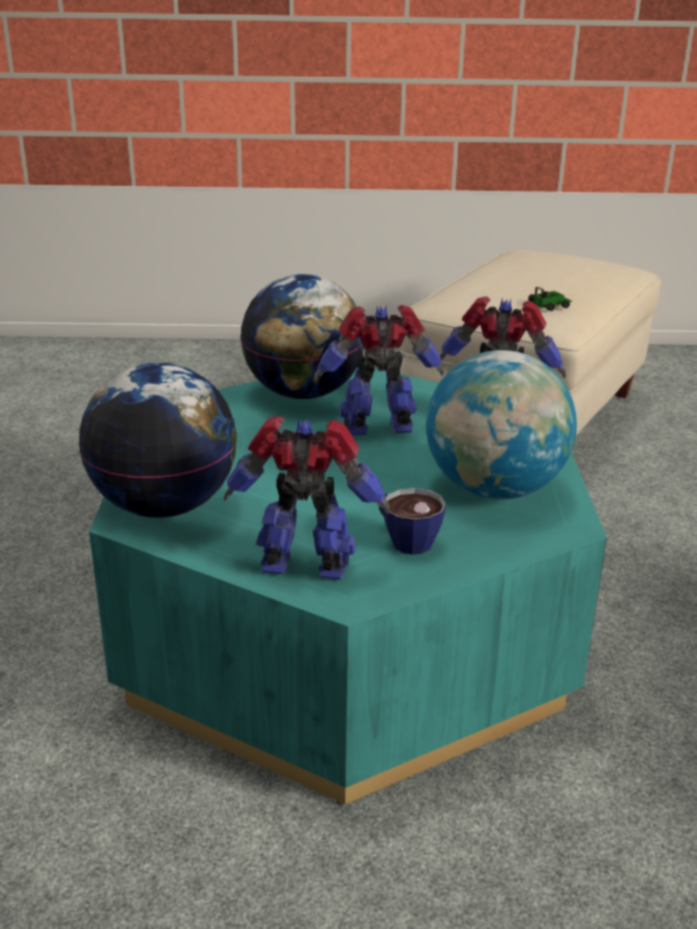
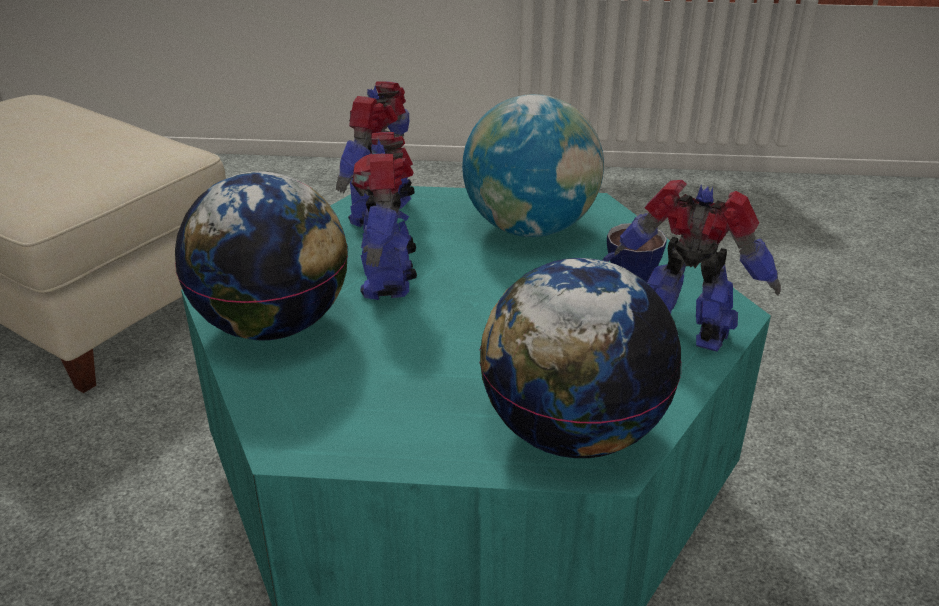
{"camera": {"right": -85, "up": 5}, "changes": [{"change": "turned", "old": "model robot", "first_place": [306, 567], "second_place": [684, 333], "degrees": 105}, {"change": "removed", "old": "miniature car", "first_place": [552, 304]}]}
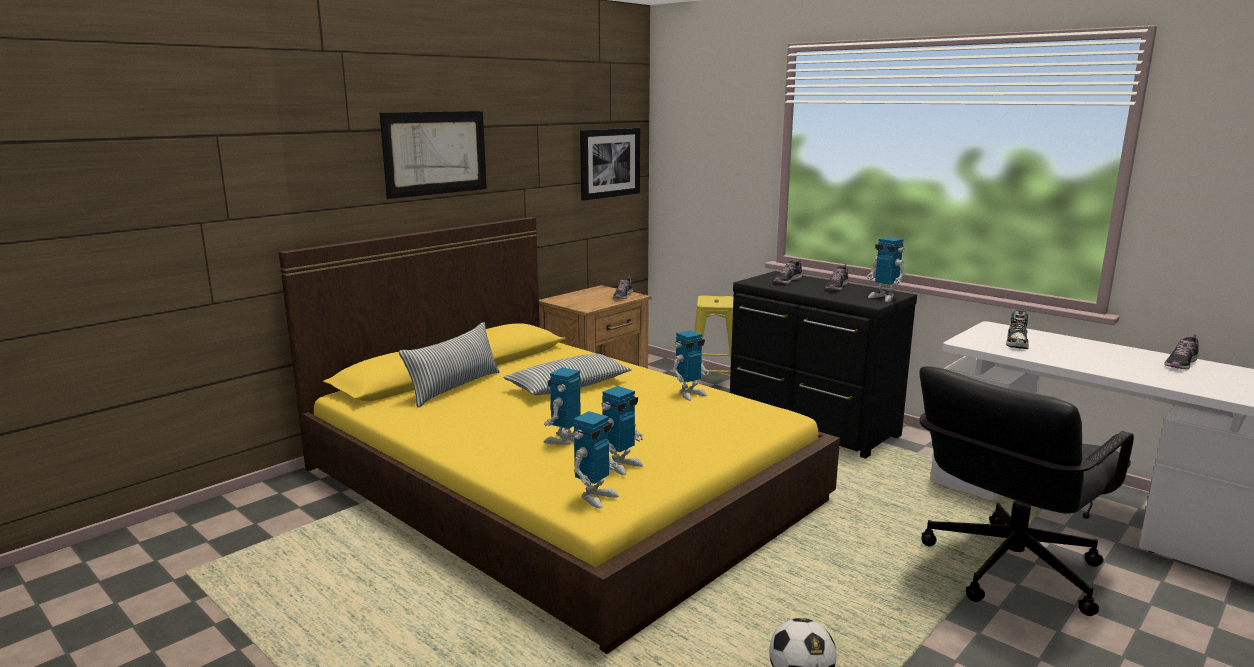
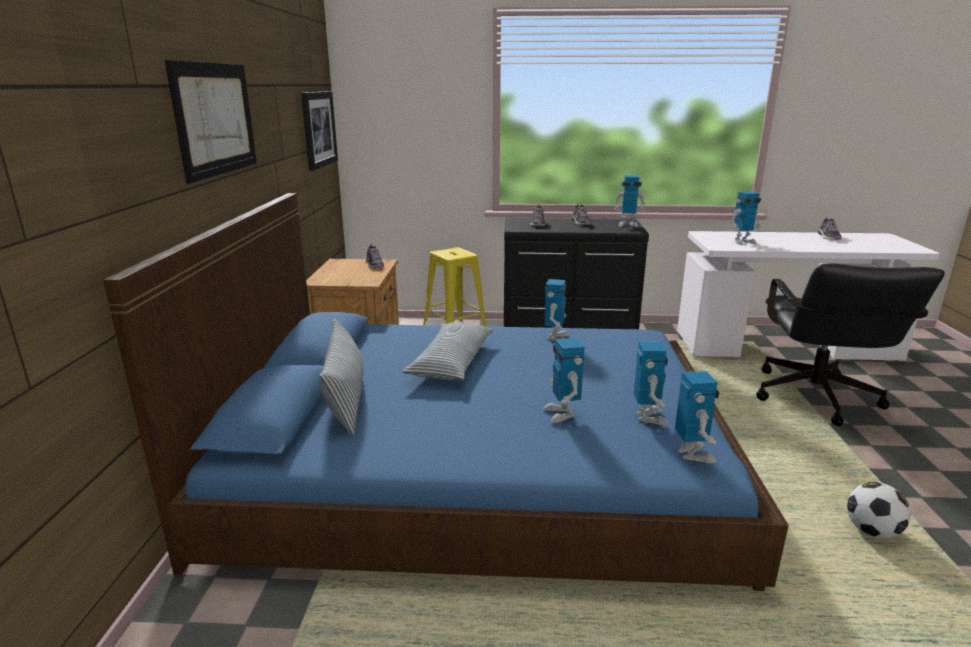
{"camera": {"right": -40, "up": 5}, "changes": [{"change": "recoloured", "old": "sleeping bed/yellow-coloured", "new": "sleeping bed/blue", "first_place": [559, 483], "second_place": [477, 461]}, {"change": "replaced", "old": "shoe", "new": "model robot", "first_place": [1017, 344], "second_place": [742, 242]}]}
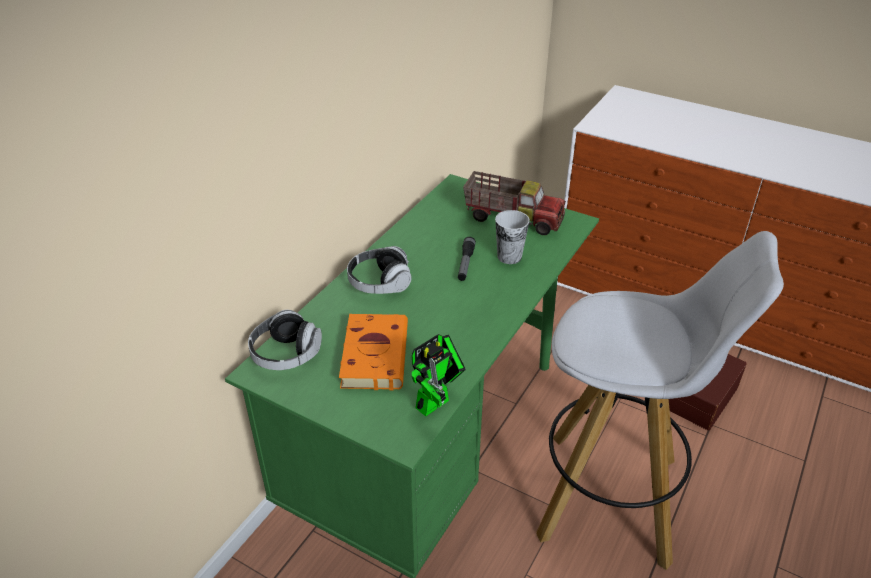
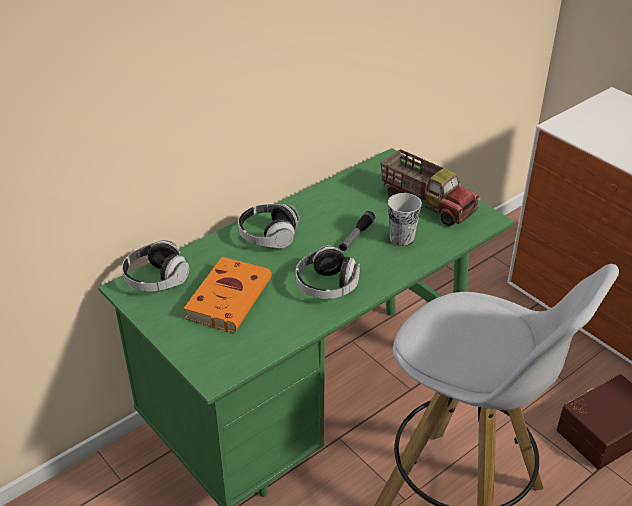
{"camera": {"right": 20, "up": 0}, "changes": [{"change": "removed", "old": "model robot", "first_place": [436, 401]}, {"change": "added", "new": "headset", "second_place": [327, 286]}]}
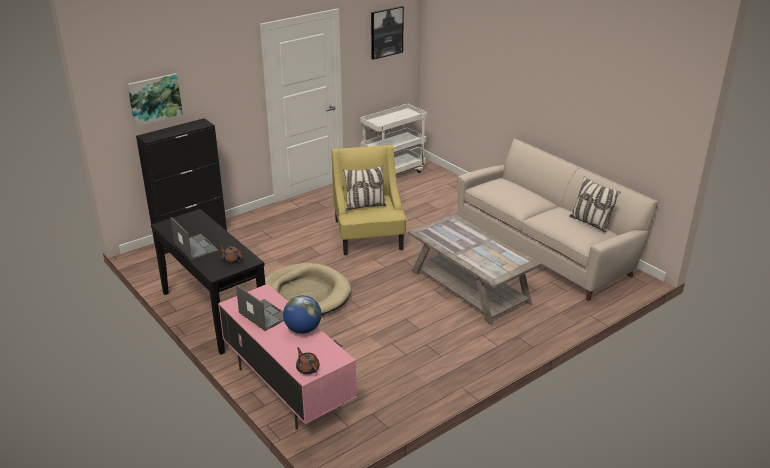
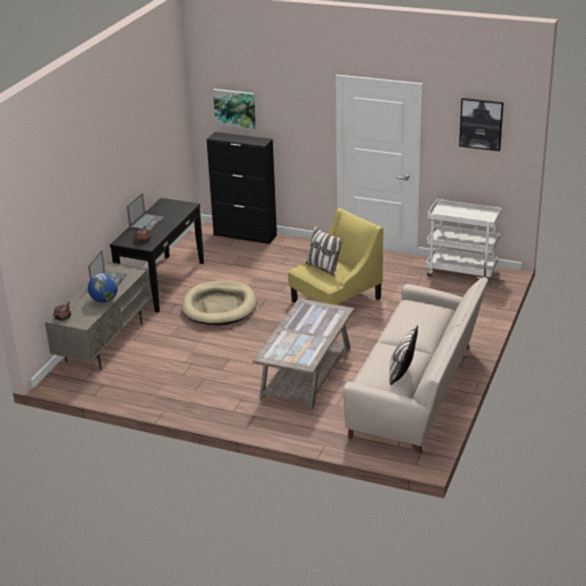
{"camera": {"right": 60, "up": 0}, "changes": [{"change": "recoloured", "old": "tv stand/pink-coloured", "new": "tv stand/grey", "first_place": [287, 387], "second_place": [104, 342]}]}
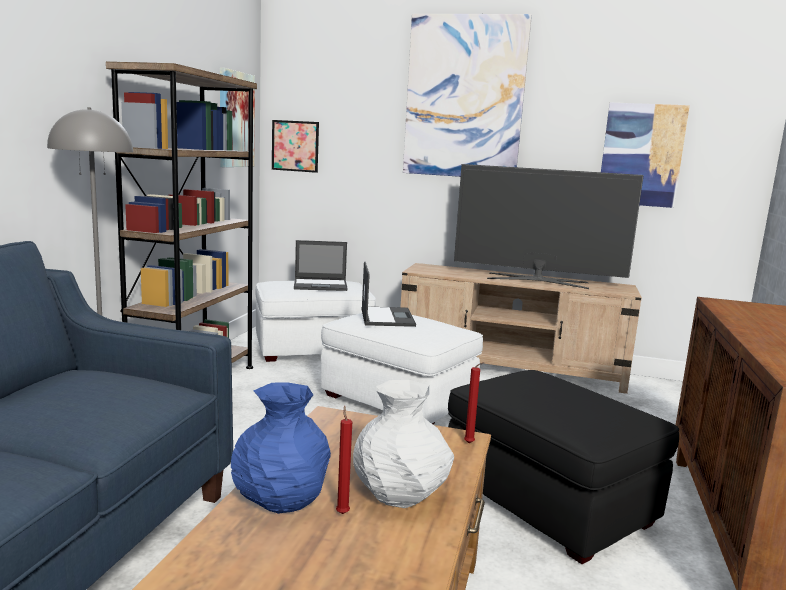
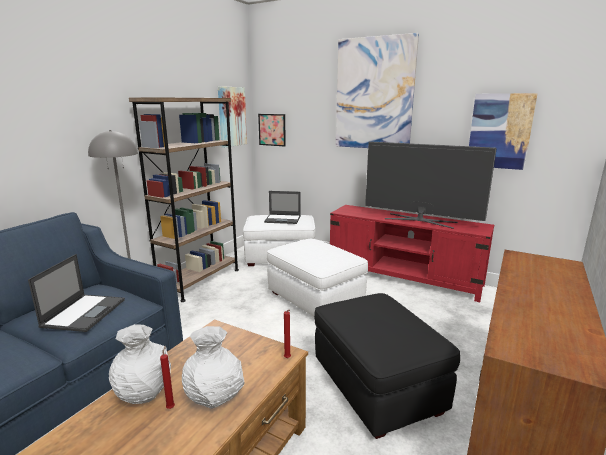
{"camera": {"right": 15, "up": 5}, "changes": [{"change": "recoloured", "old": "vase/blue", "new": "vase/white-coloured", "first_place": [279, 499], "second_place": [143, 392]}, {"change": "moved", "old": "laptop", "first_place": [386, 317], "second_place": [84, 312]}, {"change": "recoloured", "old": "tv stand/beige", "new": "tv stand/reddish", "first_place": [510, 367], "second_place": [403, 277]}]}
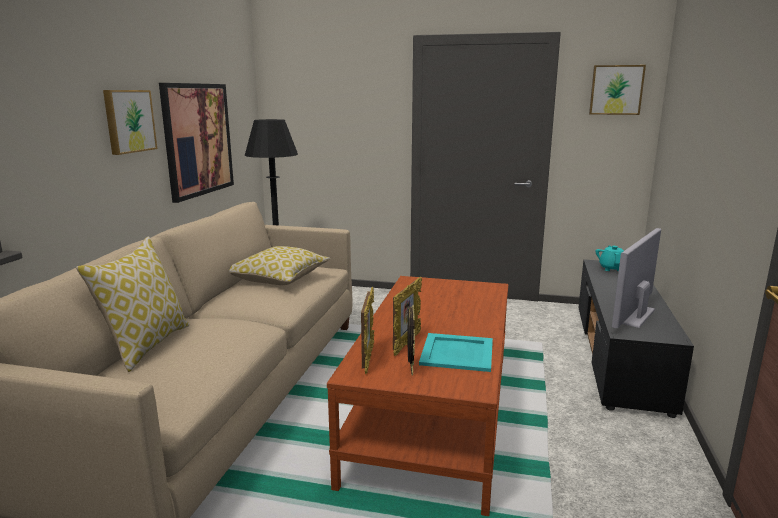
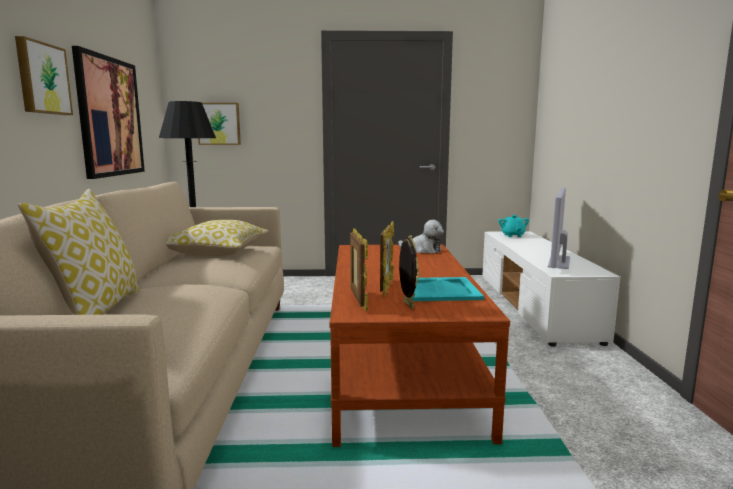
{"camera": {"right": -15, "up": -5}, "changes": [{"change": "recoloured", "old": "tv stand/black-coloured", "new": "tv stand/white-coloured", "first_place": [620, 355], "second_place": [536, 307]}, {"change": "moved", "old": "wall art", "first_place": [616, 90], "second_place": [219, 124]}, {"change": "added", "new": "plush toy", "second_place": [423, 250]}]}
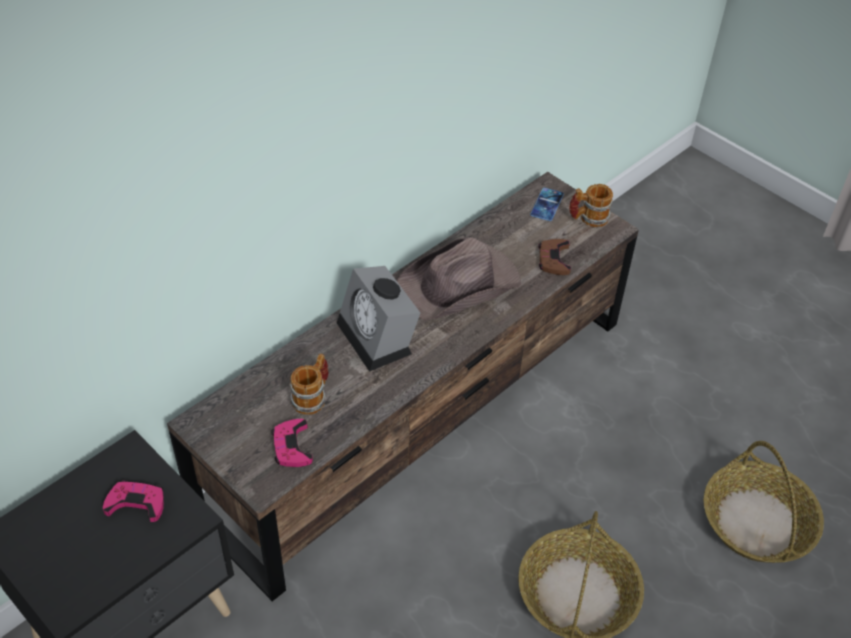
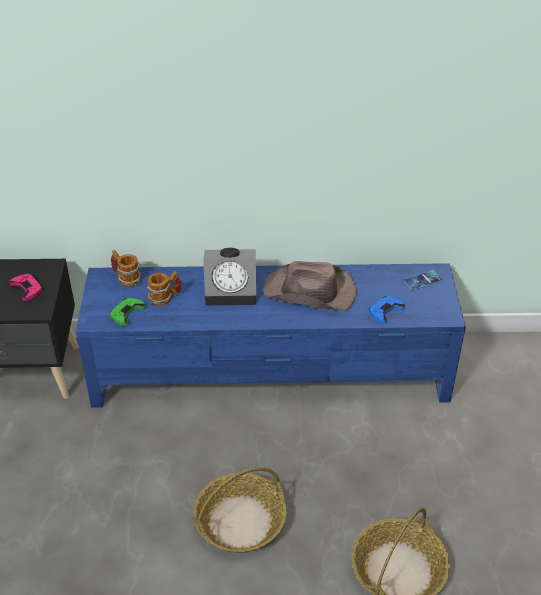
{"camera": {"right": 45, "up": -5}, "changes": [{"change": "recoloured", "old": "tv stand/brown", "new": "tv stand/blue", "first_place": [422, 411], "second_place": [272, 372]}, {"change": "recoloured", "old": "gamepad/pink-coloured", "new": "gamepad/greenish", "first_place": [291, 446], "second_place": [126, 313]}, {"change": "turned", "old": "bedside clock", "first_place": [379, 338], "second_place": [233, 291], "degrees": -105}, {"change": "recoloured", "old": "gamepad/brown", "new": "gamepad/blue", "first_place": [553, 260], "second_place": [385, 311]}, {"change": "moved", "old": "coffee mug", "first_place": [588, 218], "second_place": [126, 278]}]}
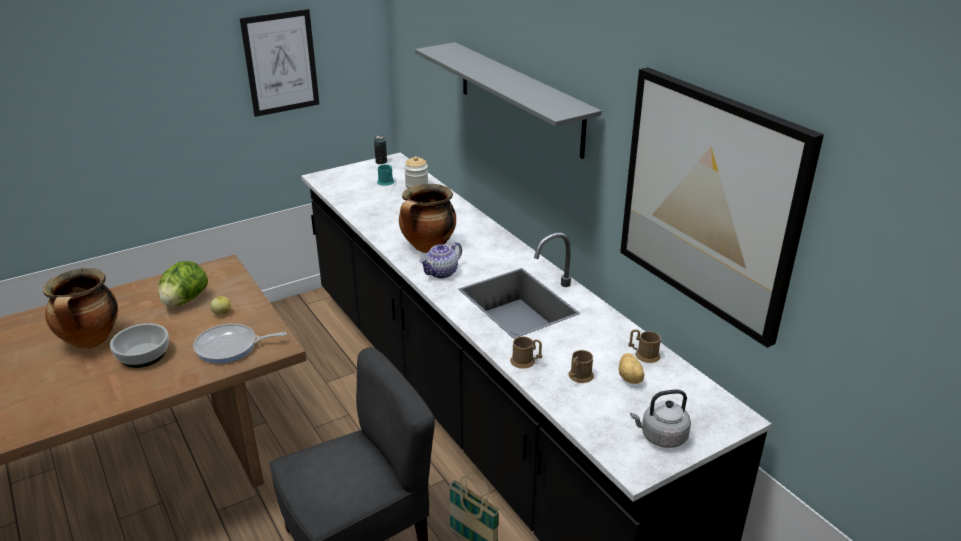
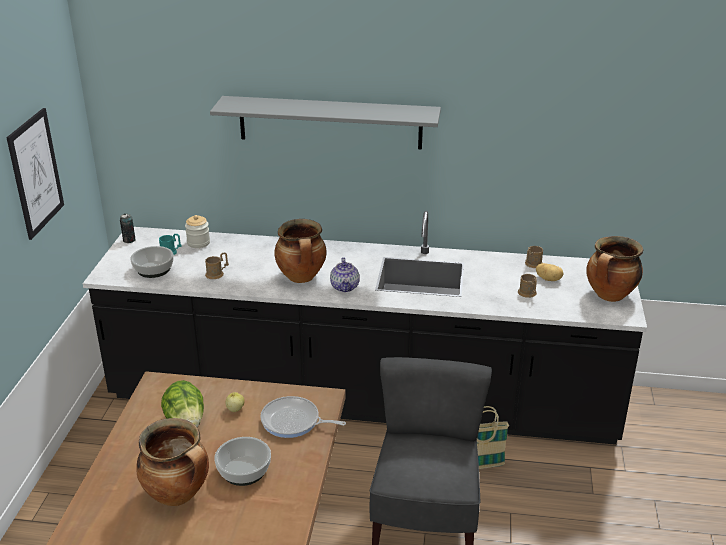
{"camera": {"right": -50, "up": 0}, "changes": [{"change": "turned", "old": "skillet", "first_place": [230, 347], "second_place": [293, 422], "degrees": 75}, {"change": "moved", "old": "coffee mug/brown", "first_place": [526, 362], "second_place": [217, 274]}, {"change": "removed", "old": "wall art", "first_place": [709, 201]}, {"change": "replaced", "old": "tea kettle/grey", "new": "saucepot", "first_place": [661, 437], "second_place": [610, 296]}, {"change": "added", "new": "serving bowl", "second_place": [154, 269]}]}
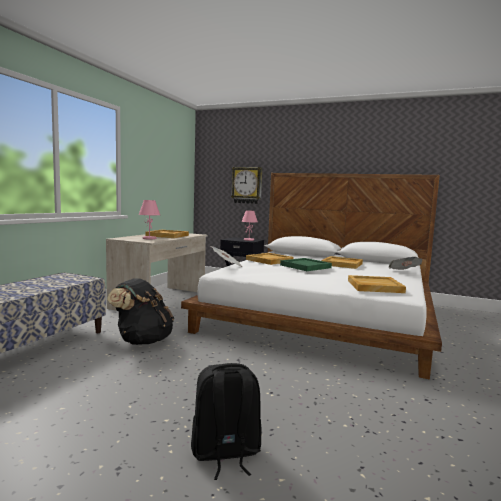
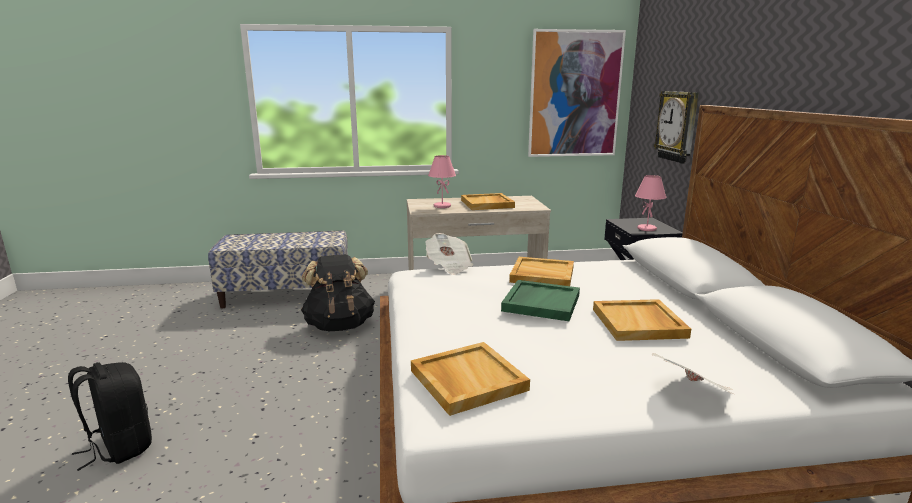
{"camera": {"right": 60, "up": 10}, "changes": [{"change": "added", "new": "wall art", "second_place": [574, 94]}]}
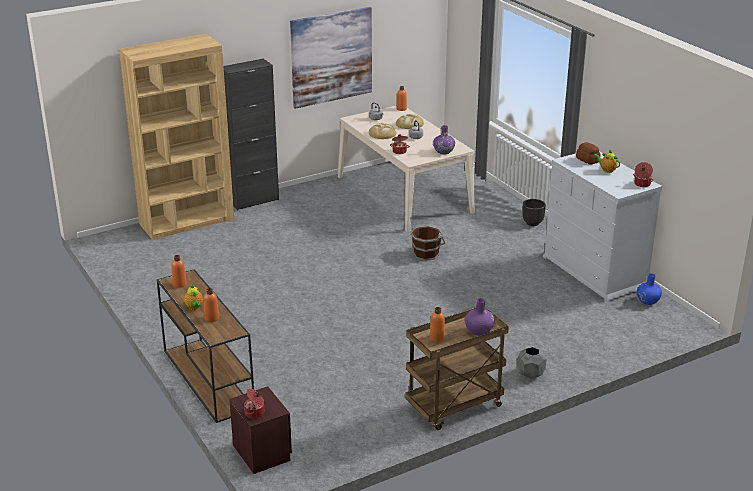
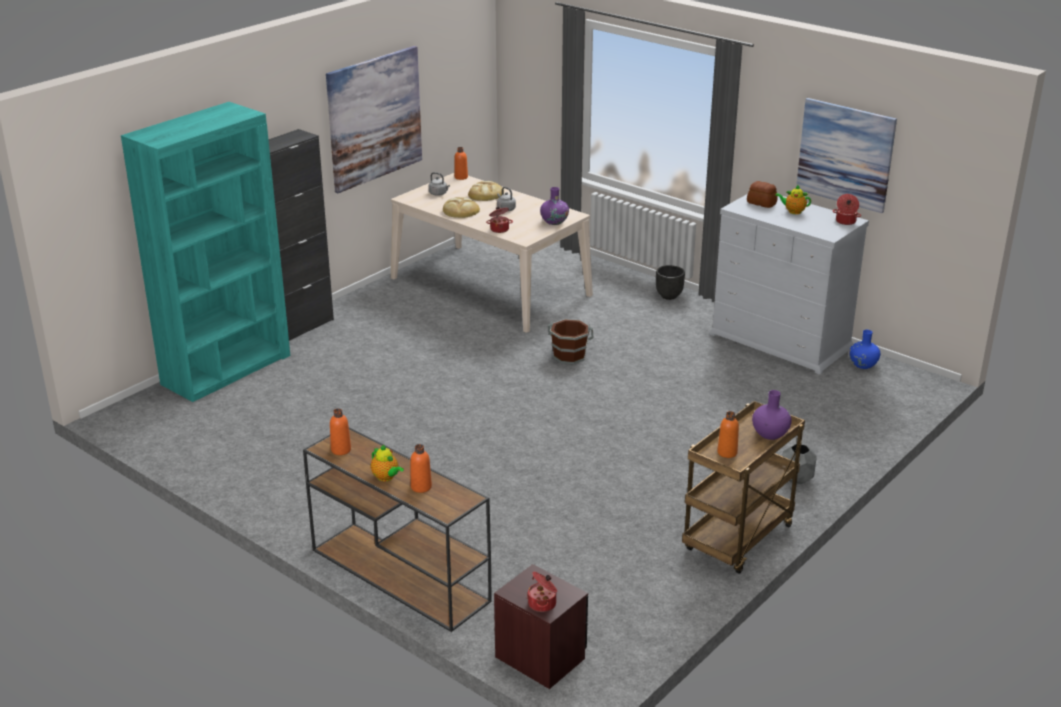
{"camera": {"right": -20, "up": 0}, "changes": [{"change": "recoloured", "old": "shelving unit/brown", "new": "shelving unit/turquoise", "first_place": [187, 222], "second_place": [227, 369]}, {"change": "added", "new": "wall art", "second_place": [845, 154]}]}
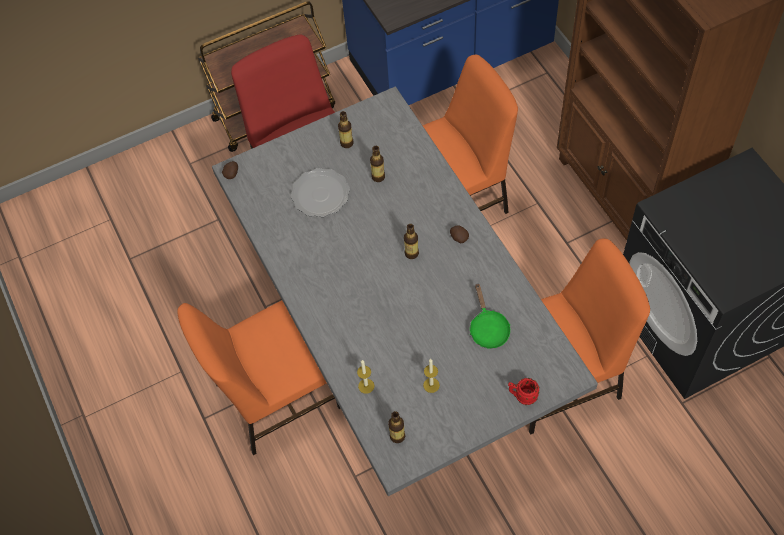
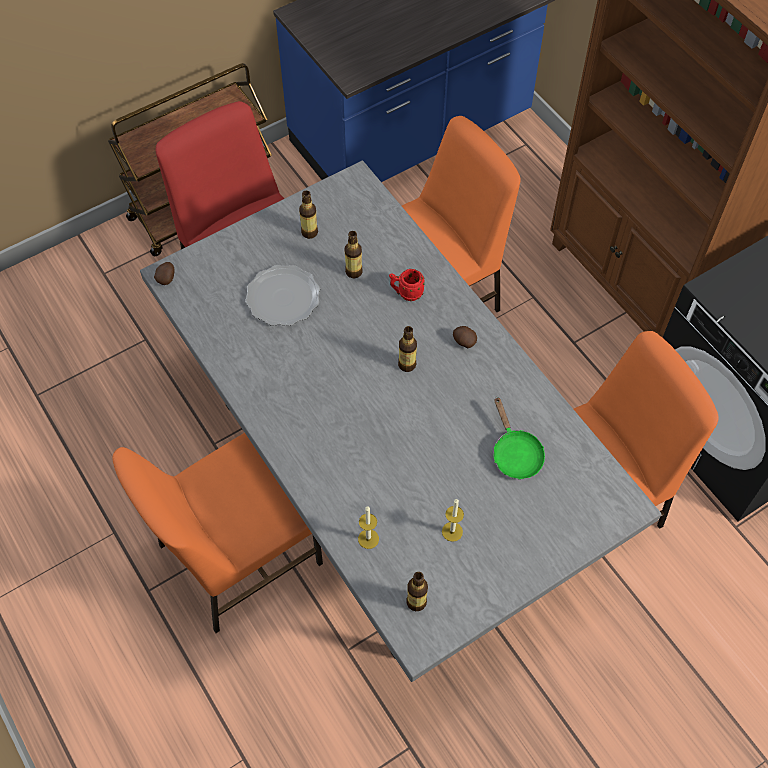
{"camera": {"right": -10, "up": 0}, "changes": [{"change": "moved", "old": "coffee mug/reddish", "first_place": [522, 396], "second_place": [406, 293]}]}
